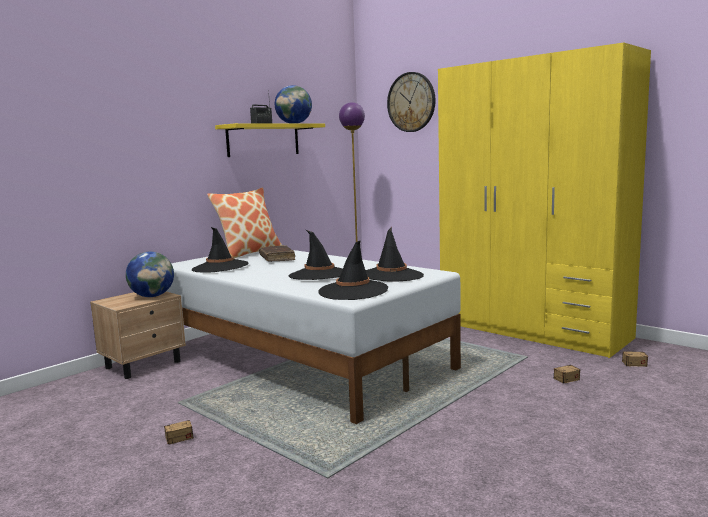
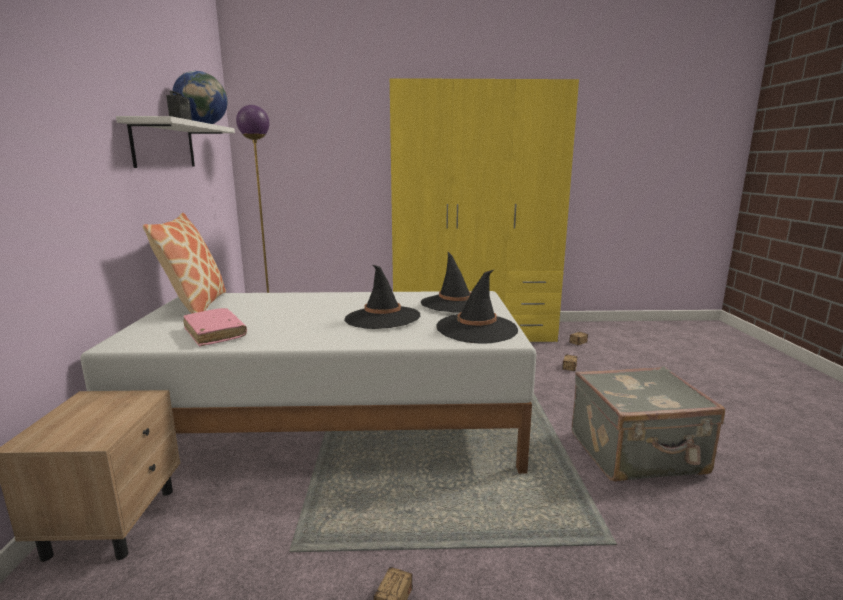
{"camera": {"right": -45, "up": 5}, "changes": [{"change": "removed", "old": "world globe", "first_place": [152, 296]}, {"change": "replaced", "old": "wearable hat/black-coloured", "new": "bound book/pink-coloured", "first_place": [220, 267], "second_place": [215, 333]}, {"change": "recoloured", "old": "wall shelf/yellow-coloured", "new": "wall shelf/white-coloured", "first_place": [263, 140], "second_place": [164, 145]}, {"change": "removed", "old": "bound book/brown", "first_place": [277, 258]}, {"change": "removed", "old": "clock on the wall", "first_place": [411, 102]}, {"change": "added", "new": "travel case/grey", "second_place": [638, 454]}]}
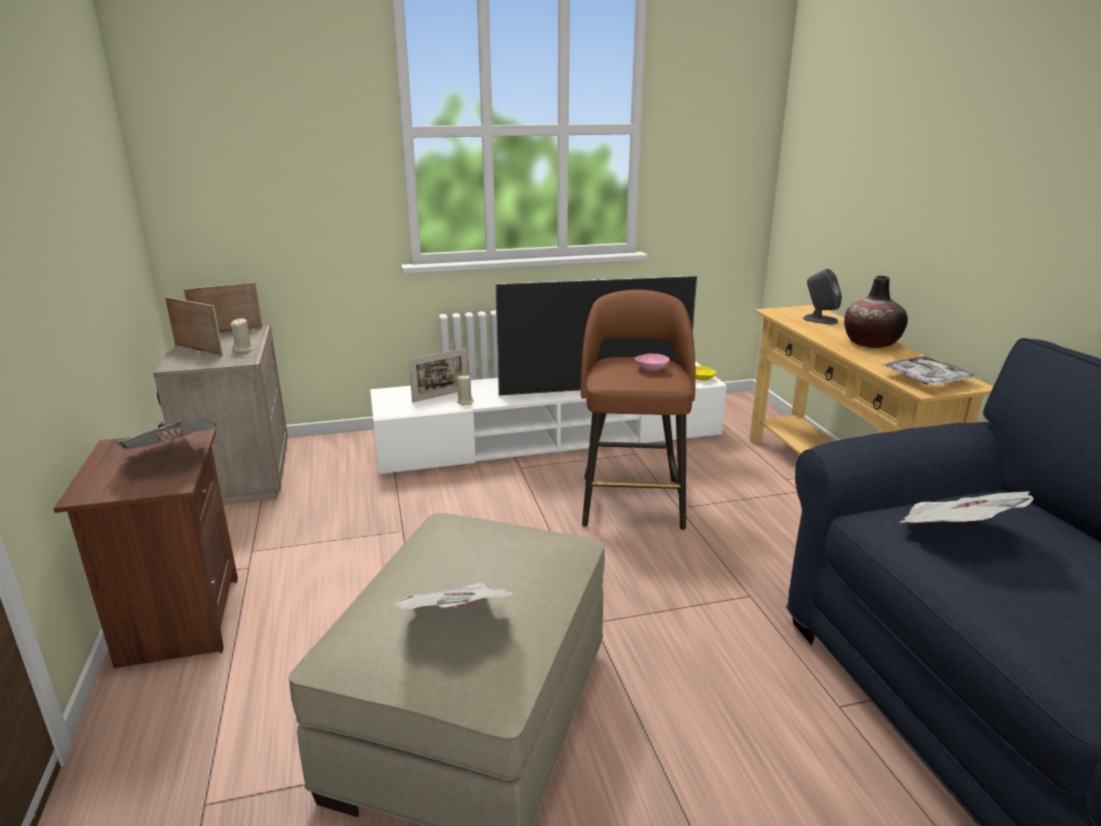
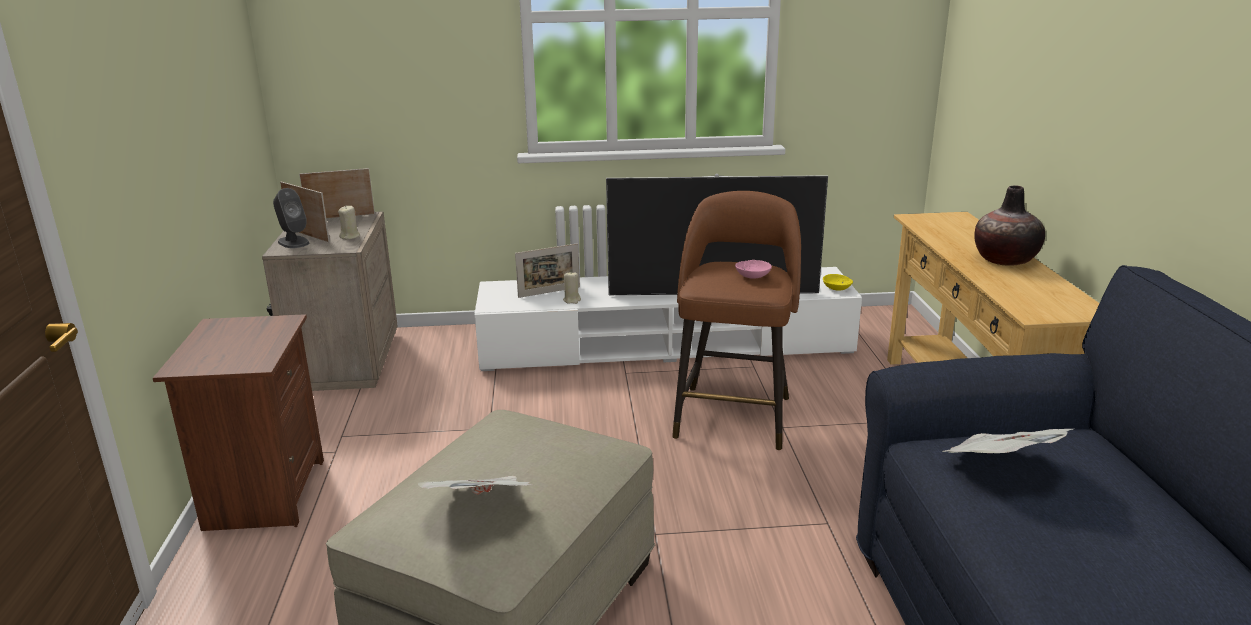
{"camera": {"right": 10, "up": 0}, "changes": [{"change": "removed", "old": "printed paper", "first_place": [172, 457]}, {"change": "moved", "old": "loudspeaker/grey", "first_place": [819, 319], "second_place": [293, 242]}, {"change": "removed", "old": "serving tray", "first_place": [927, 379]}]}
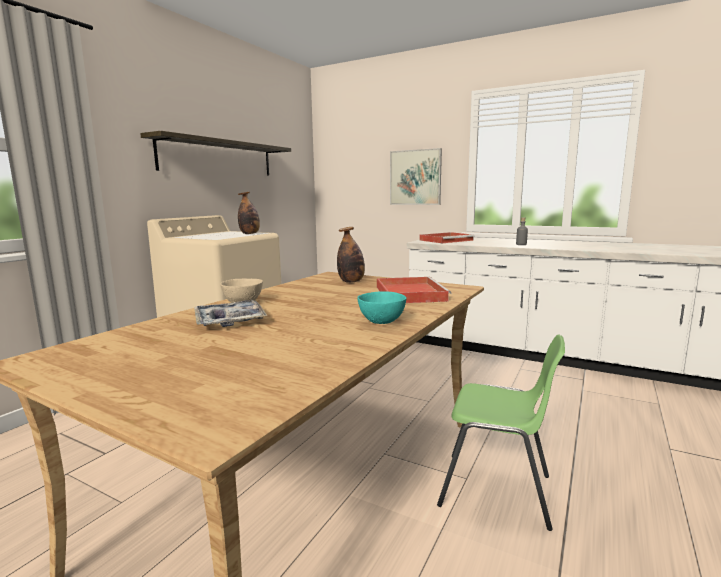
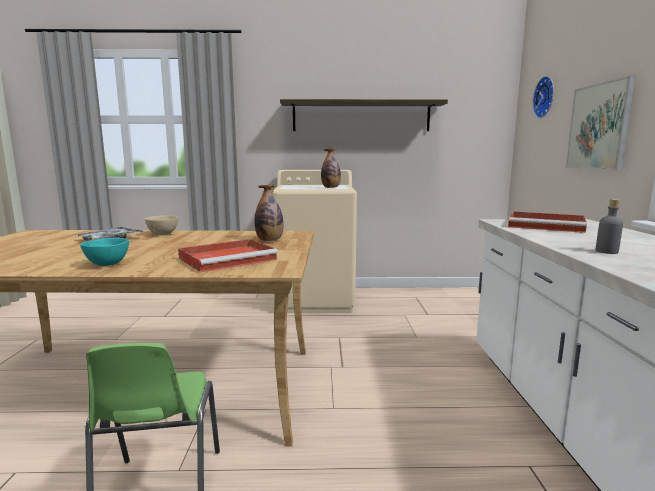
{"camera": {"right": 60, "up": 0}, "changes": [{"change": "added", "new": "clock on the wall", "second_place": [546, 97]}]}
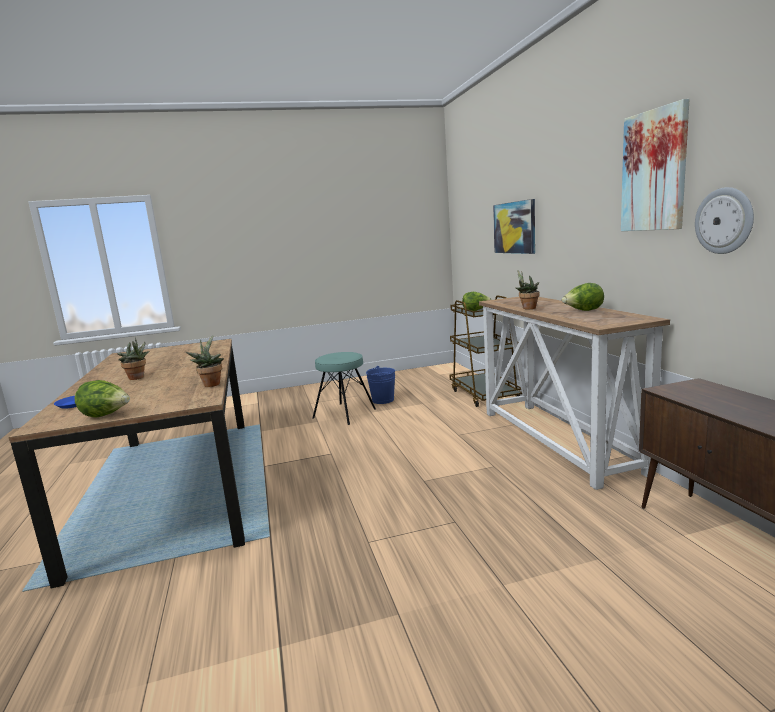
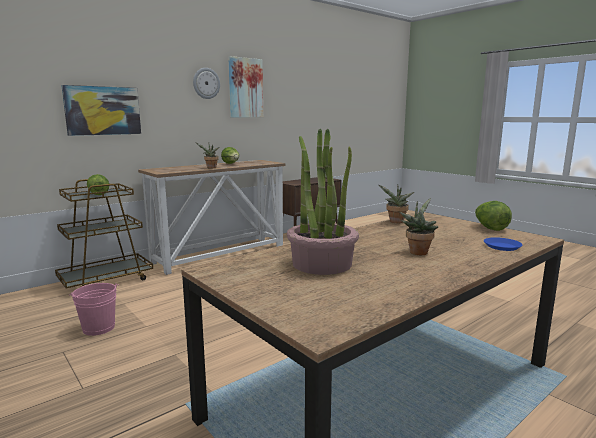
{"camera": {"right": -115, "up": 0}, "changes": [{"change": "removed", "old": "sitting stool/turquoise", "first_place": [344, 413]}, {"change": "recoloured", "old": "bucket/blue", "new": "bucket/pink-coloured", "first_place": [383, 400], "second_place": [98, 328]}, {"change": "moved", "old": "clock on the wall", "first_place": [724, 221], "second_place": [206, 83]}, {"change": "added", "new": "potted plant", "second_place": [322, 263]}]}
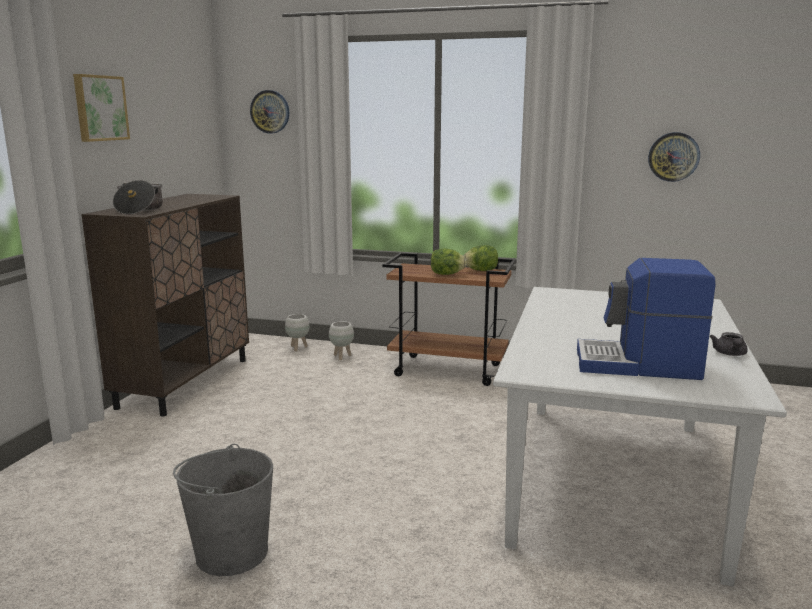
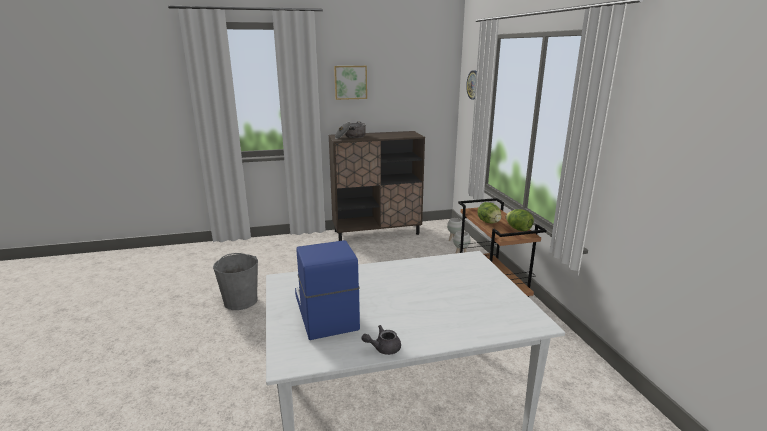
{"camera": {"right": 60, "up": 5}, "changes": [{"change": "removed", "old": "clock on the wall", "first_place": [673, 157]}]}
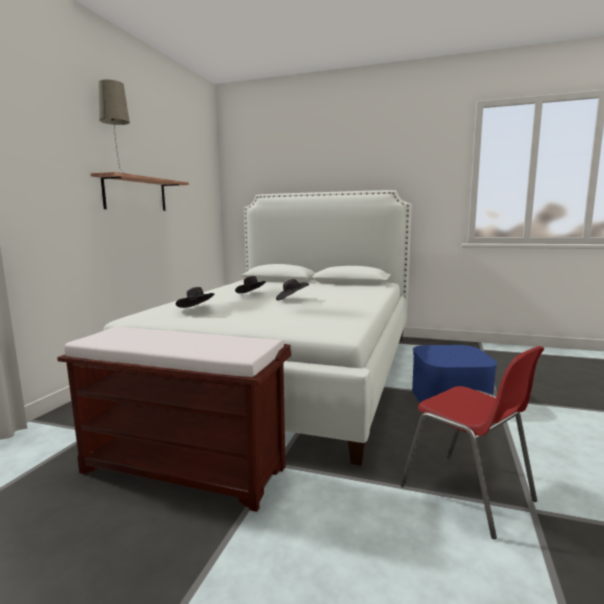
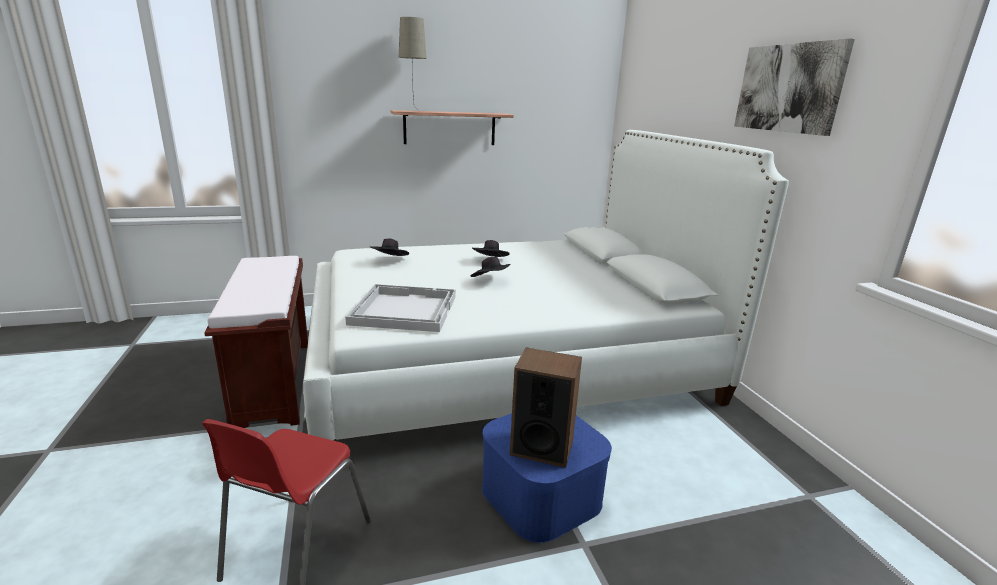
{"camera": {"right": 55, "up": 10}, "changes": [{"change": "added", "new": "serving tray/white-coloured", "second_place": [404, 309]}, {"change": "added", "new": "loudspeaker", "second_place": [541, 447]}, {"change": "added", "new": "wall art", "second_place": [789, 88]}]}
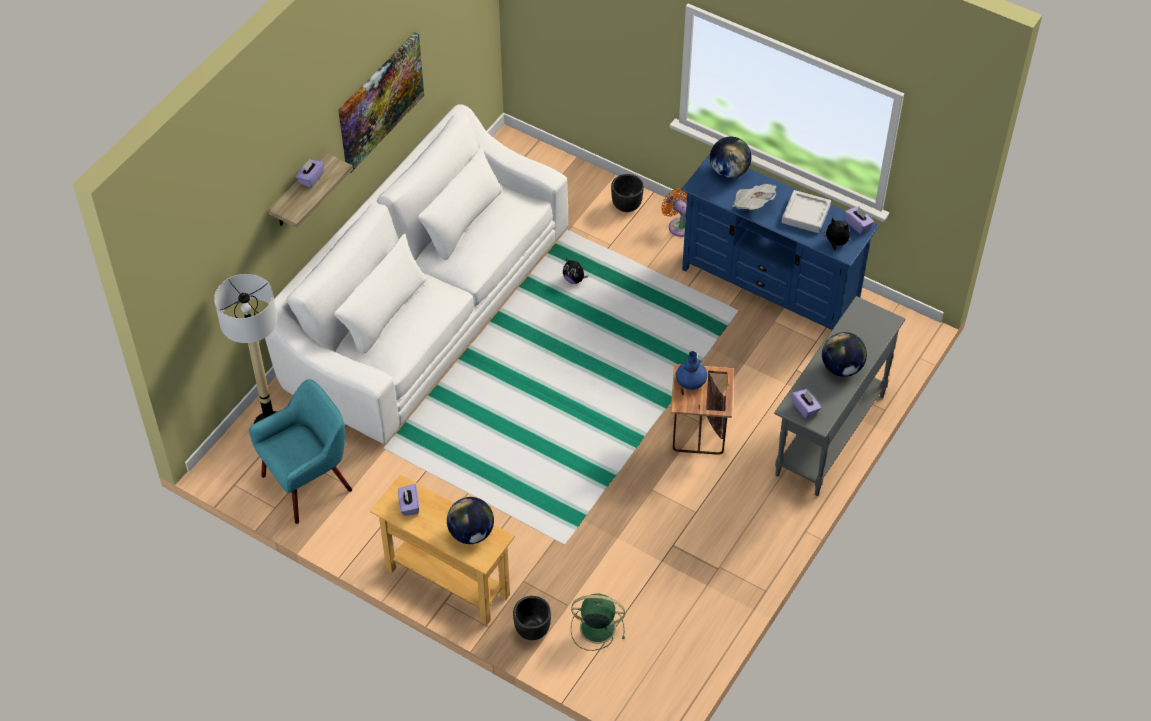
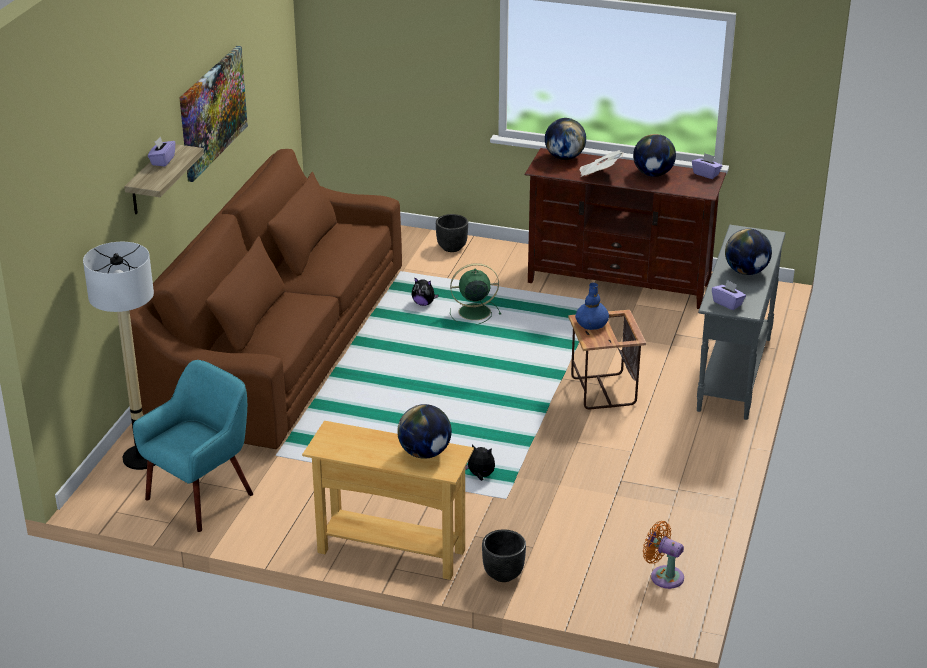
{"camera": {"right": -15, "up": -20}, "changes": [{"change": "recoloured", "old": "settee/white-coloured", "new": "settee/brown", "first_place": [425, 307], "second_place": [278, 344]}, {"change": "removed", "old": "tissue holder/purple", "first_place": [409, 505]}, {"change": "moved", "old": "cooling fan/greenish", "first_place": [596, 627], "second_place": [473, 312]}, {"change": "moved", "old": "cooling fan/orangey", "first_place": [678, 225], "second_place": [663, 576]}, {"change": "recoloured", "old": "tv stand/blue", "new": "tv stand/brown", "first_place": [770, 288], "second_place": [619, 283]}, {"change": "replaced", "old": "serving tray/grey", "new": "world globe", "first_place": [805, 214], "second_place": [653, 174]}, {"change": "moved", "old": "plush toy", "first_place": [835, 243], "second_place": [480, 476]}]}
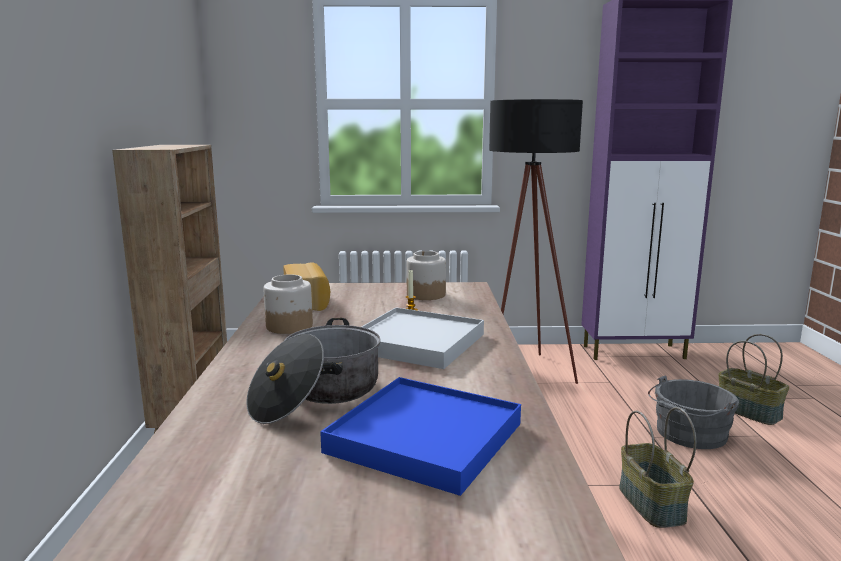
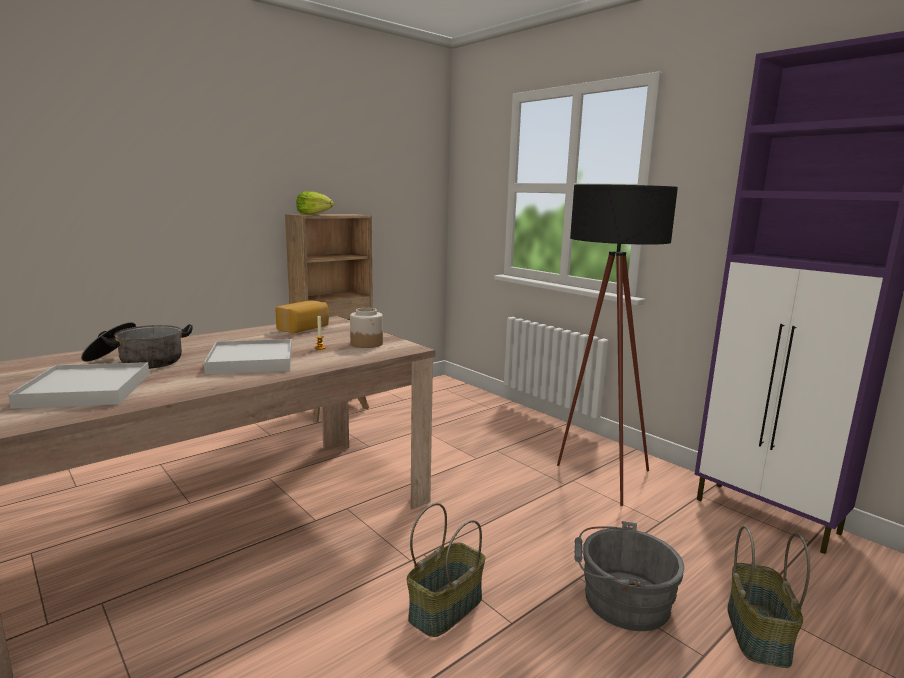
{"camera": {"right": 50, "up": 0}, "changes": [{"change": "removed", "old": "jar", "first_place": [288, 326]}, {"change": "recoloured", "old": "serving tray/blue", "new": "serving tray/white-coloured", "first_place": [425, 438], "second_place": [86, 390]}, {"change": "added", "new": "lettuce head", "second_place": [314, 214]}]}
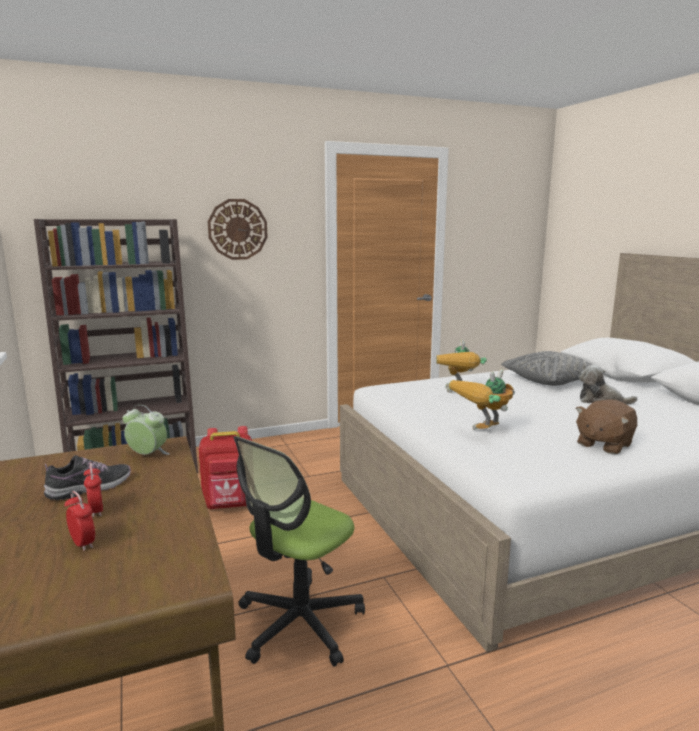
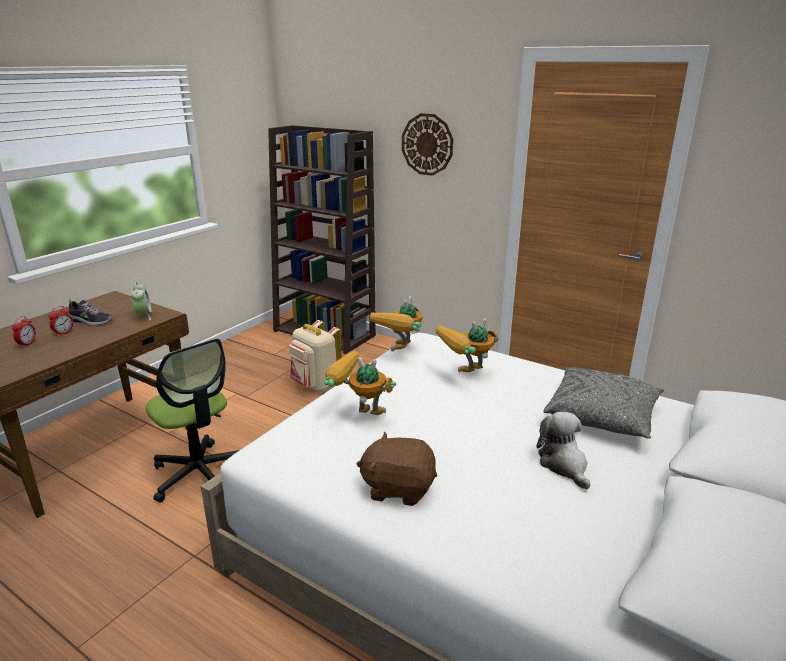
{"camera": {"right": 55, "up": 10}, "changes": [{"change": "recoloured", "old": "backpack/reddish", "new": "backpack/beige", "first_place": [230, 505], "second_place": [316, 385]}, {"change": "turned", "old": "desk chair", "first_place": [299, 623], "second_place": [200, 473], "degrees": -135}, {"change": "added", "new": "model robot", "second_place": [401, 352]}]}
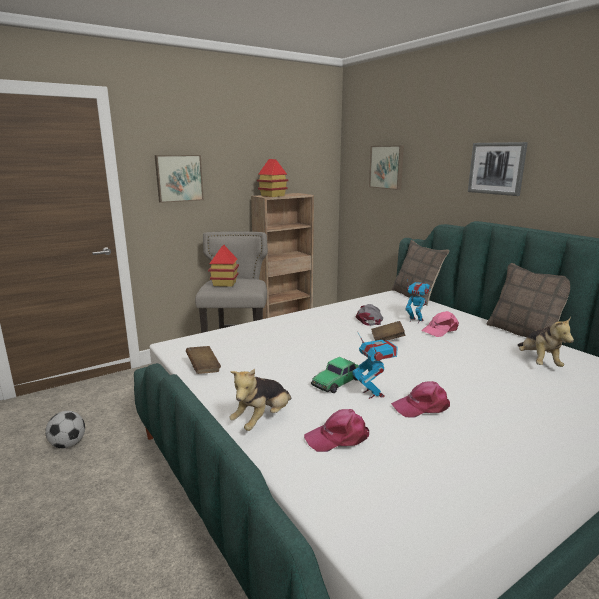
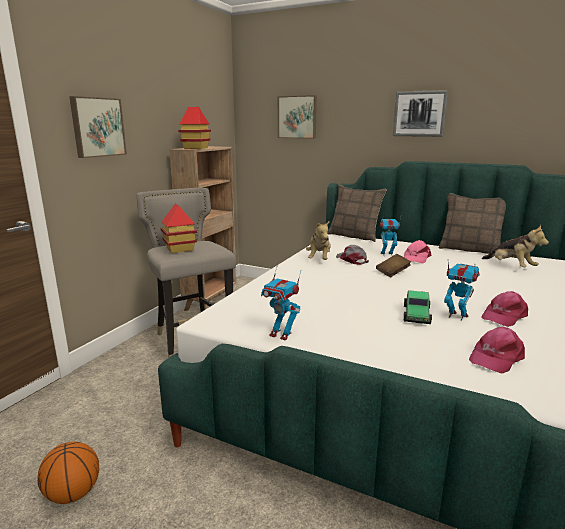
{"camera": {"right": -30, "up": 0}, "changes": [{"change": "replaced", "old": "football ball", "new": "basketball", "first_place": [68, 444], "second_place": [73, 493]}, {"change": "replaced", "old": "bound book/brown", "new": "model robot", "first_place": [203, 368], "second_place": [281, 335]}, {"change": "moved", "old": "plush toy", "first_place": [262, 420], "second_place": [319, 259]}]}
